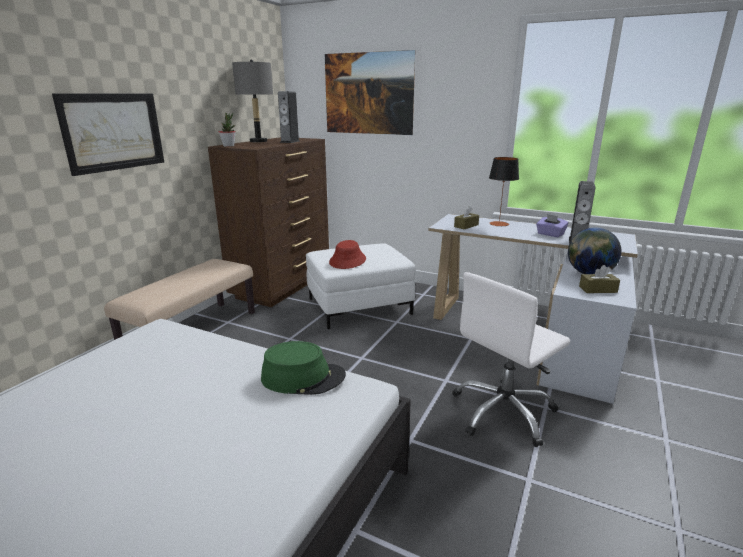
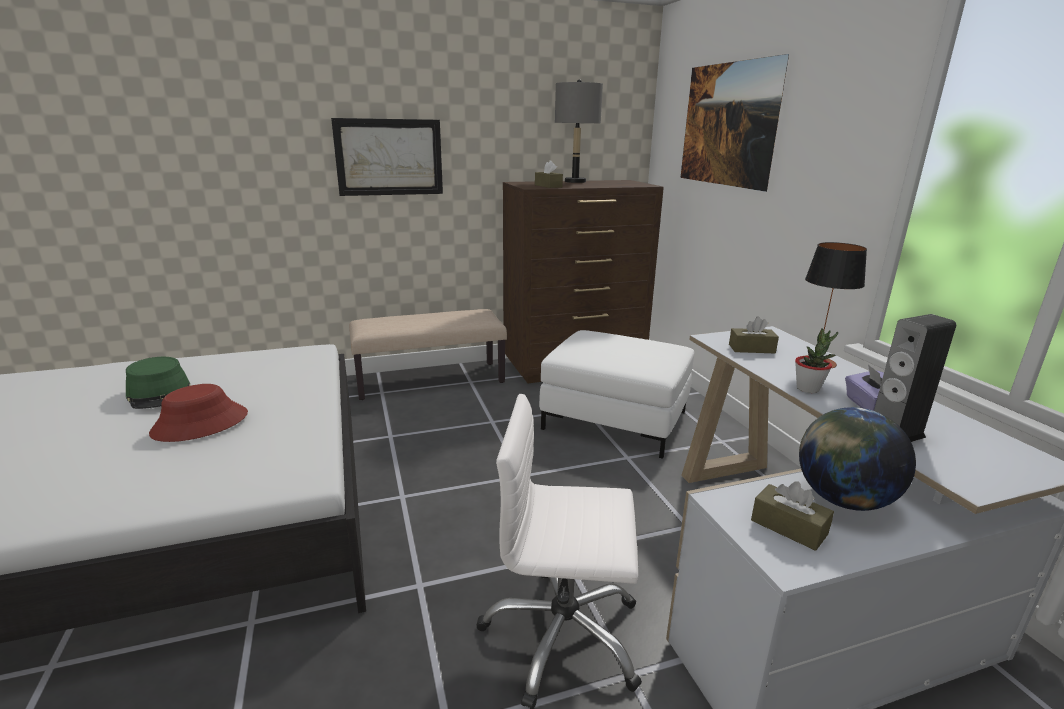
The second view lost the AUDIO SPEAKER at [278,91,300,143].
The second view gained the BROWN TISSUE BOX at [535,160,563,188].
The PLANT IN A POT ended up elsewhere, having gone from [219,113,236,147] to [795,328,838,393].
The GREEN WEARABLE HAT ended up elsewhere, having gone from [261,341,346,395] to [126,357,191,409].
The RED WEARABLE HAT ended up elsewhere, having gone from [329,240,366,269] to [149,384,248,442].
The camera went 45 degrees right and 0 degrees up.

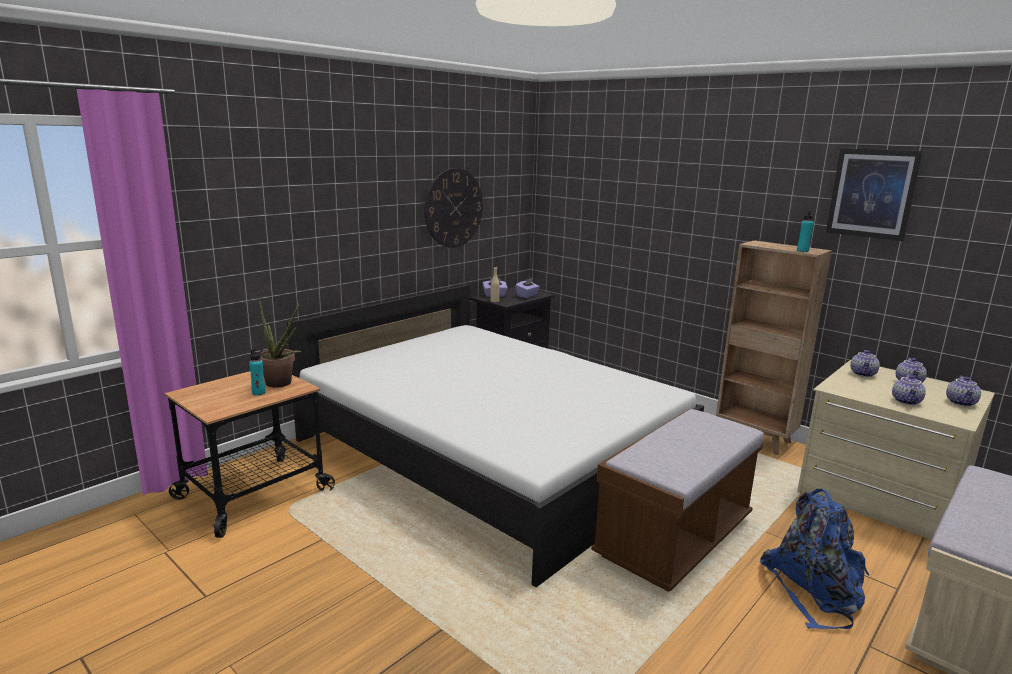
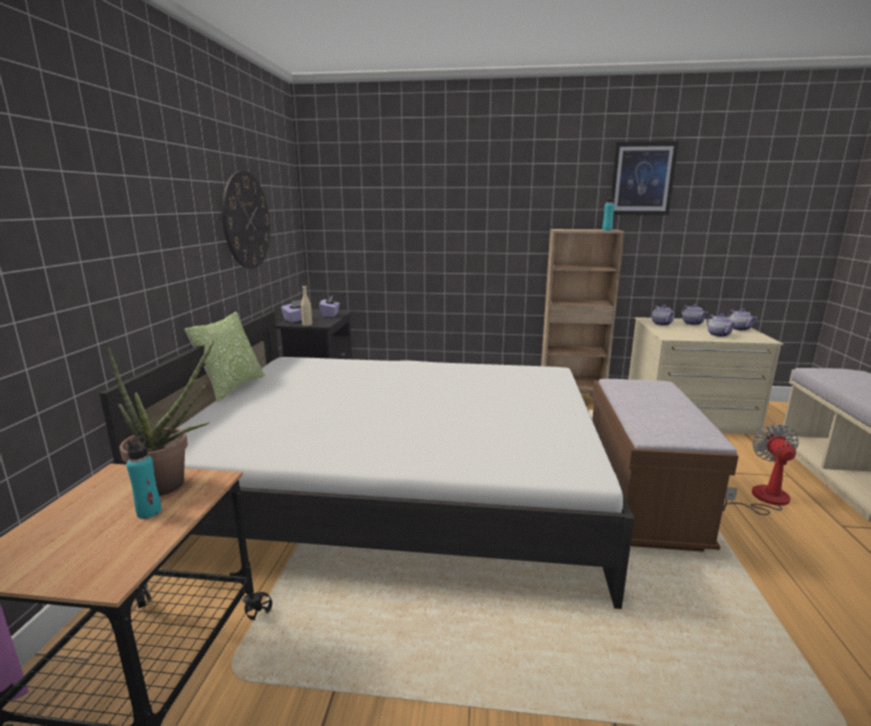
The second view gained the THROW PILLOW at [185,312,265,402].
Where the BLUISH BACKPACK stood at [760,489,870,629], the COOLING FAN came to stand at [723,424,799,515].
The camera went 35 degrees left and 0 degrees up.

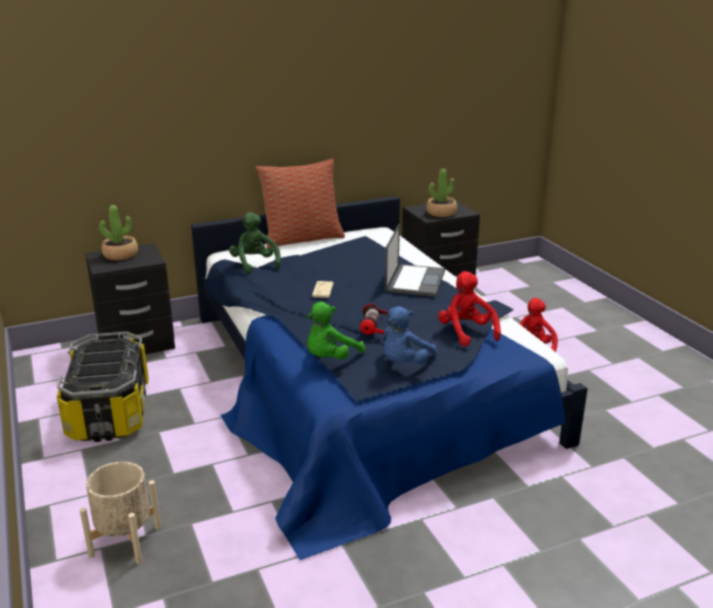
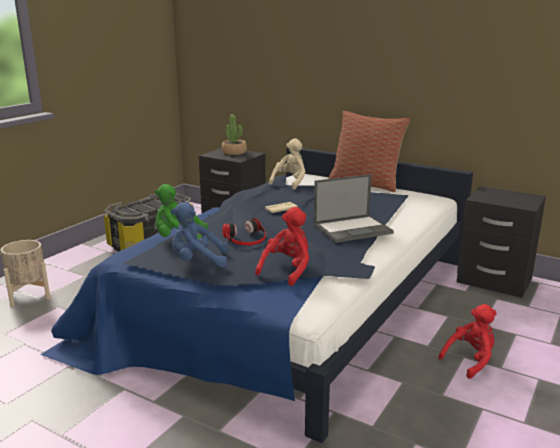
The second view lost the PLANT IN A POT at [426,169,457,217].
What was the GREEN CUDDLY TOY at [229,212,281,274] turned into the BEIGE-COLOURED CUDDLY TOY at [269,138,305,190].
The camera went 55 degrees right and 5 degrees down.

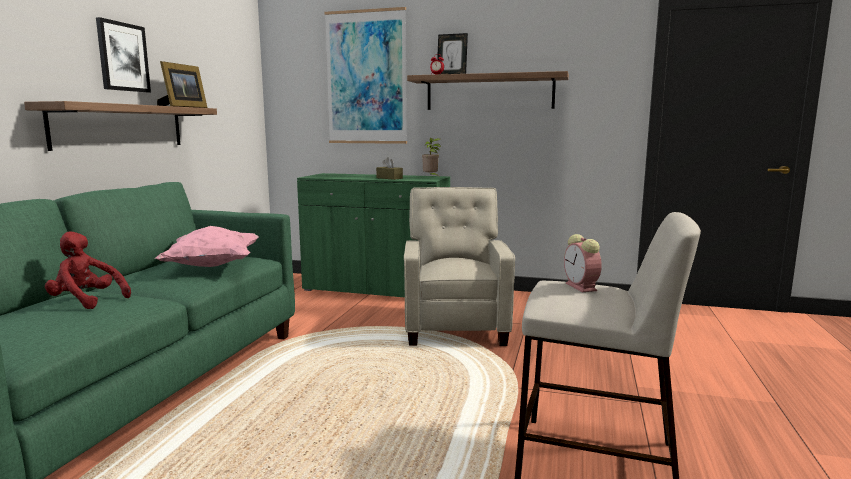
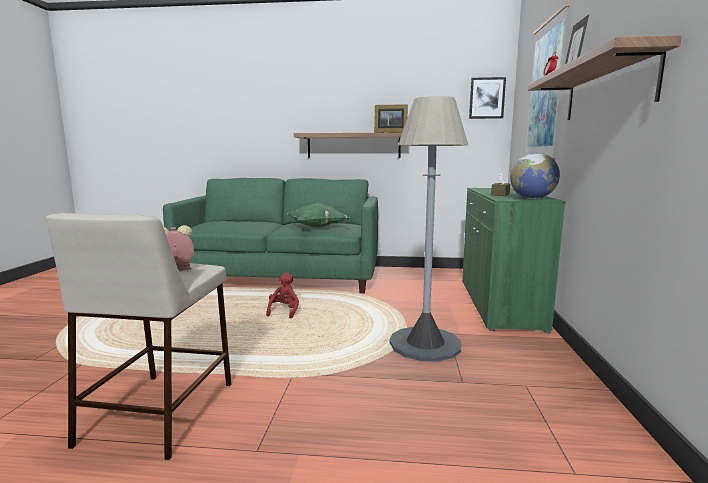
The RED CUDDLY TOY ended up elsewhere, having gone from [45,231,131,309] to [266,272,299,318].
The WALL PICTURE ended up elsewhere, having gone from [96,17,151,92] to [469,77,506,119].
Where the BEIGE-COLOURED ARMCHAIR stood at [404,187,515,346], the GREY STANDARD LAMP came to stand at [389,96,468,362].
Where the PLANT IN A POT stood at [422,138,441,178], the WORLD GLOBE came to stand at [510,153,560,199].
What was the PINK-COLOURED THROW PILLOW at [155,226,259,267] turned into the GREEN THROW PILLOW at [287,203,350,227].
The camera went 80 degrees right and 0 degrees up.

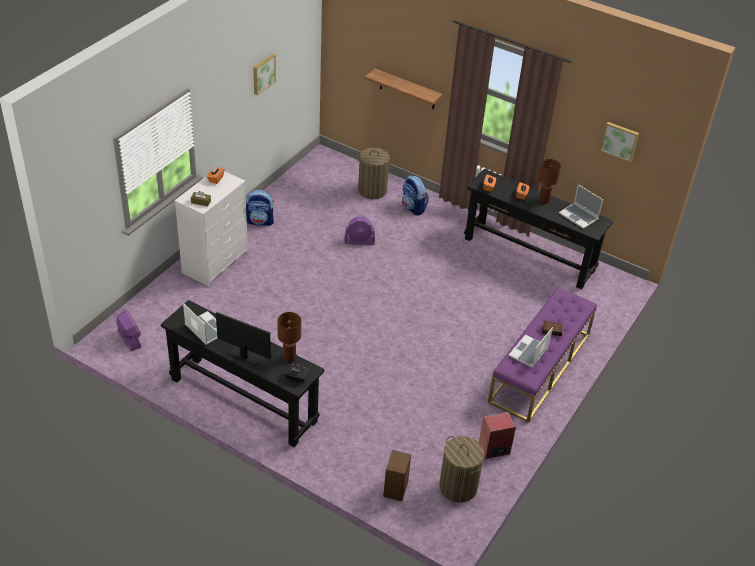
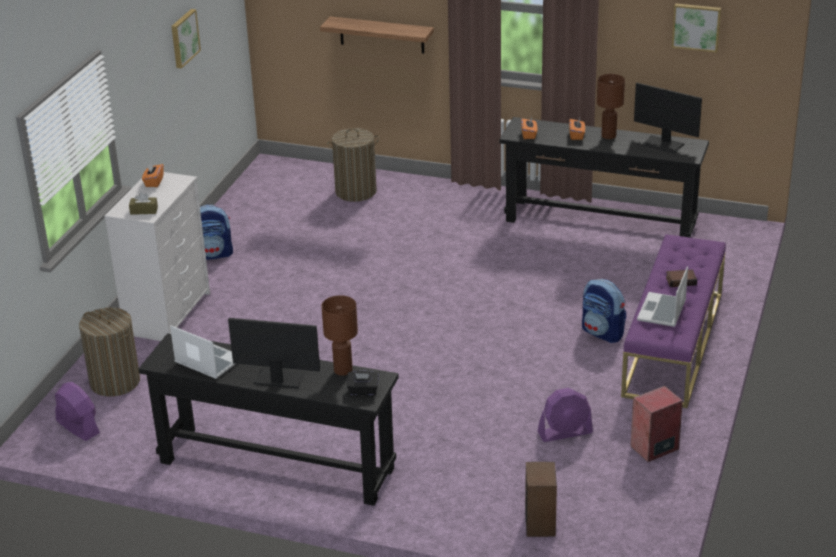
The PURPLE-COLOURED COOLING FAN ended up elsewhere, having gone from [344,216,375,245] to [538,388,593,442].
The BACKPACK ended up elsewhere, having gone from [402,175,429,216] to [582,279,626,343].
The WASHING BASKET ended up elsewhere, having gone from [439,436,484,502] to [79,307,140,397].
Where the NOTEBOOK COMPUTER stood at [559,184,603,229], the MONITOR came to stand at [634,83,702,154].
The camera went 10 degrees left and 10 degrees down.

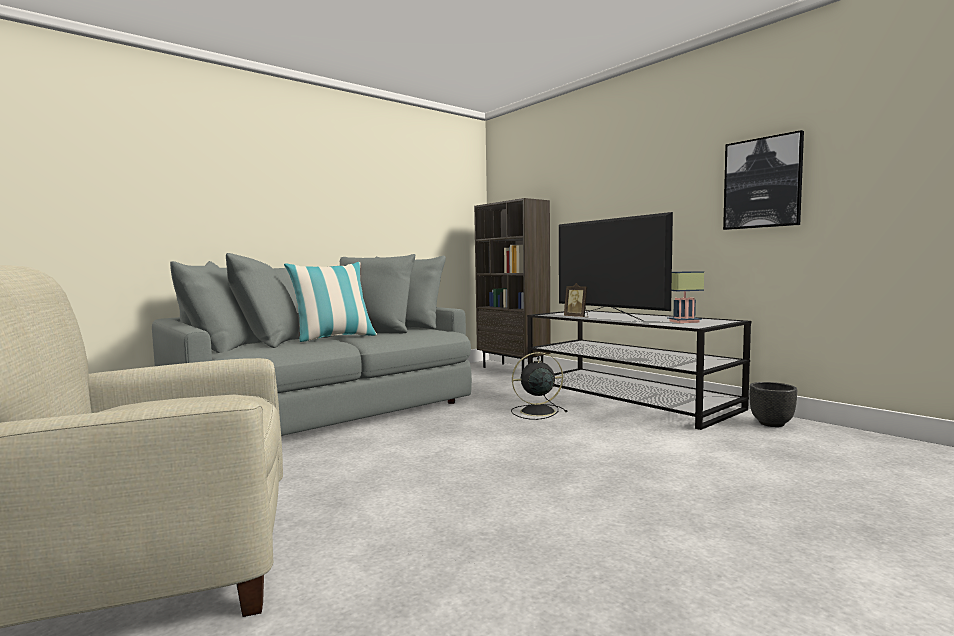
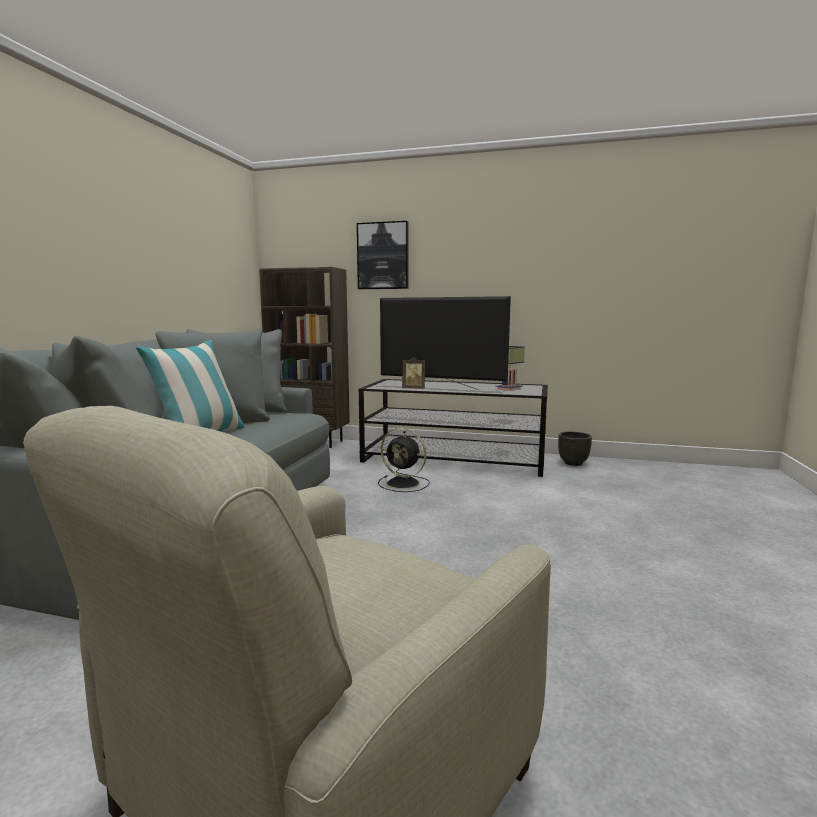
The WALL PICTURE ended up elsewhere, having gone from [723,130,804,230] to [357,221,408,289].
The BLACKISH COOLING FAN at [511,352,568,420] ended up facing another way, 105 degrees counterclockwise from before.
The camera went 35 degrees left and 5 degrees up.

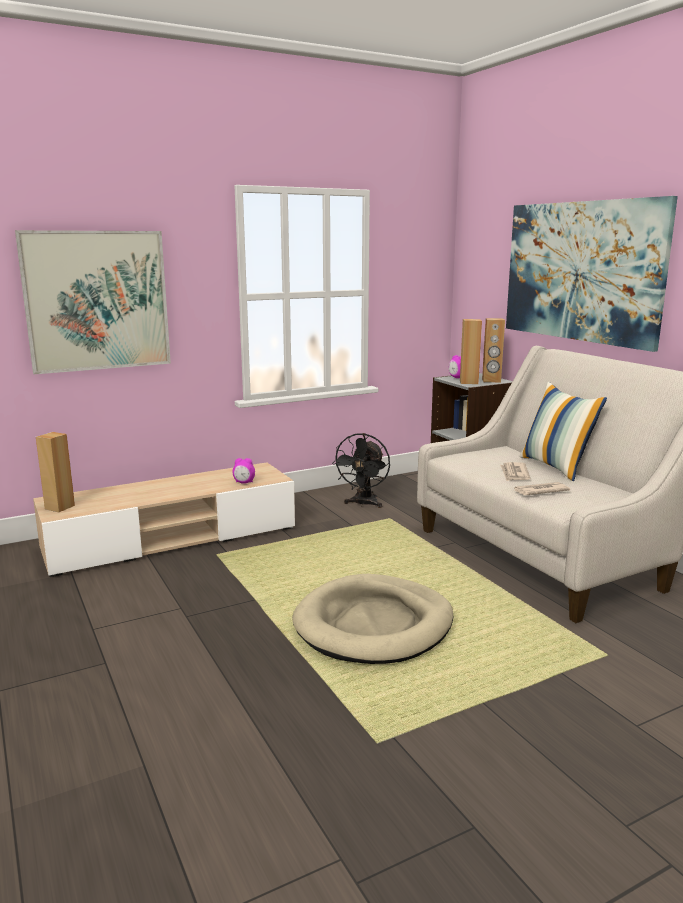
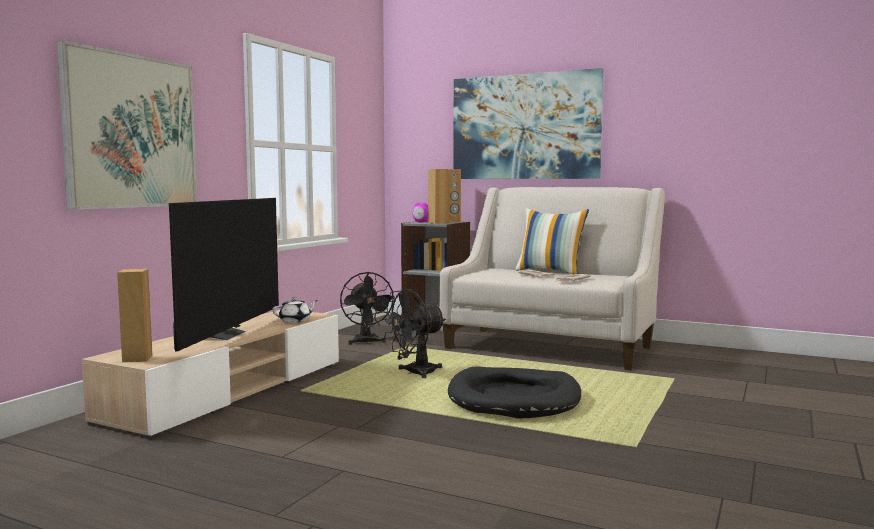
The second view gained the TV SET at [169,198,279,352].
The second view gained the BLACKISH COOLING FAN at [380,289,446,378].
Where the TABLE CLOCK stood at [233,458,255,484], the WHITE POT FOR TEA came to stand at [272,297,318,323].
What was the BEIGE-COLOURED PET BED at [292,574,453,664] turned into the BLACKISH PET BED at [448,366,581,418].
The camera went 35 degrees left and 10 degrees down.

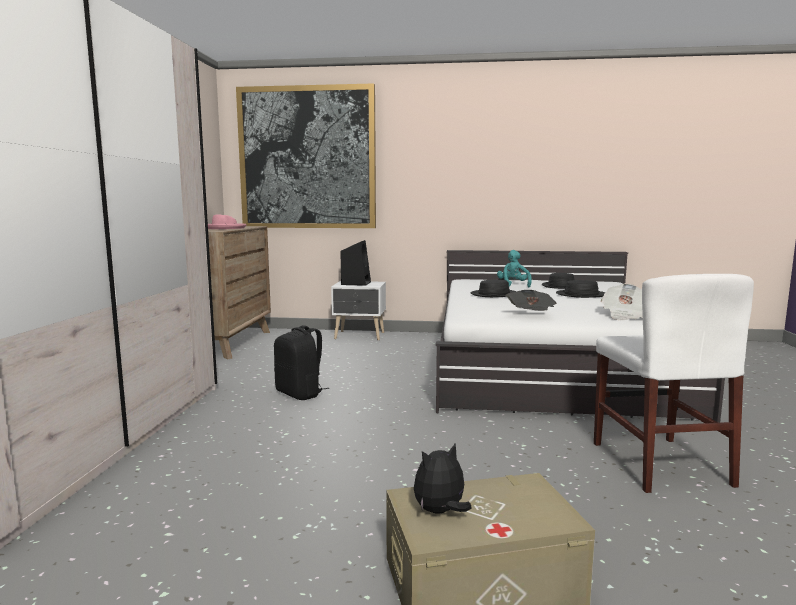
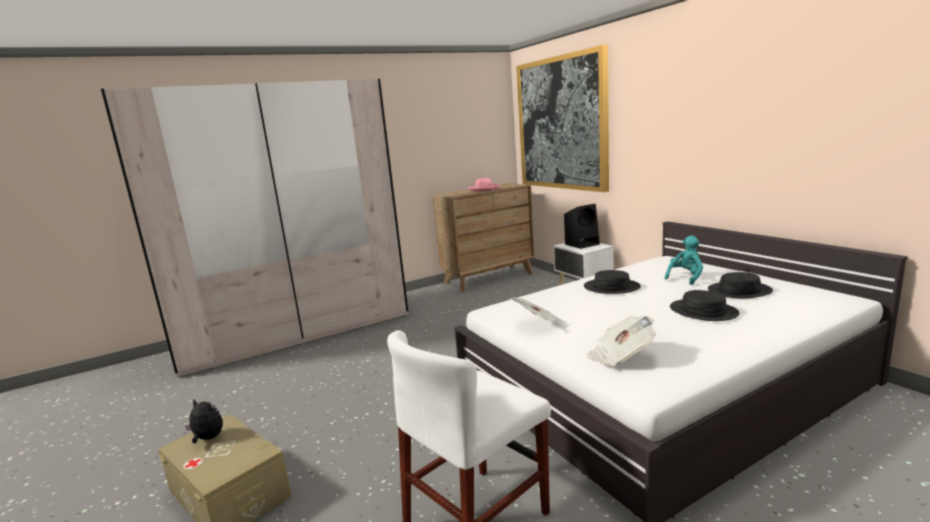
The second view lost the BLACKISH BACKPACK at [274,325,329,400].
The camera went 55 degrees right and 5 degrees up.

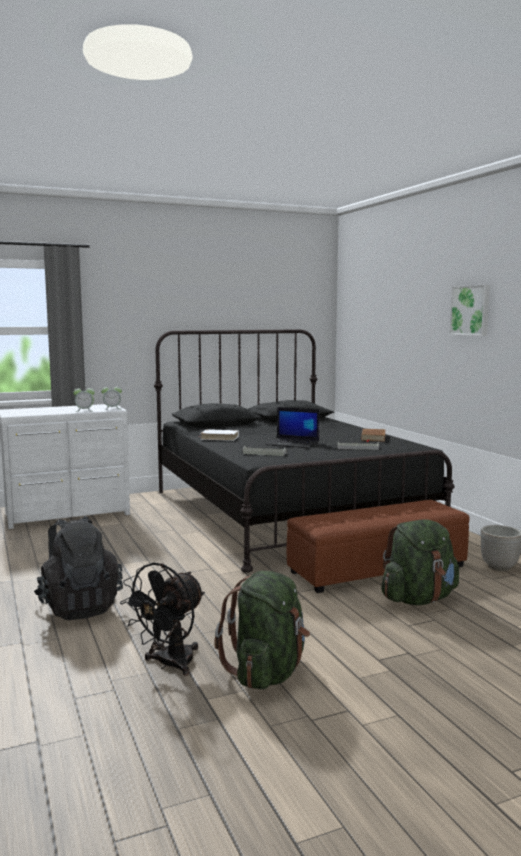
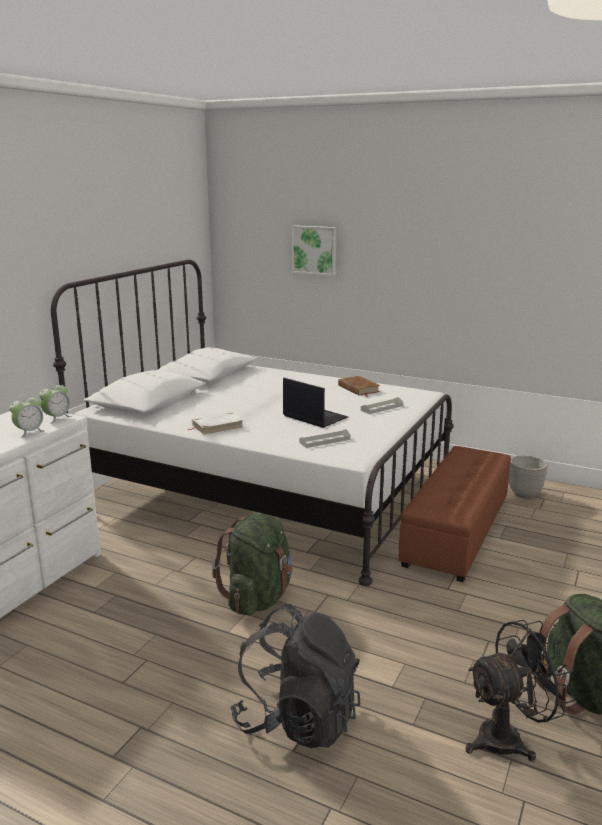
The GREEN BACKPACK ended up elsewhere, having gone from [381,520,459,605] to [212,513,293,615].
The WALL PICTURE ended up elsewhere, having gone from [449,285,490,336] to [292,225,336,276].
What was the BLACKISH BEDROOM BED at [154,329,455,573] turned into the WHITE BEDROOM BED at [51,259,454,586].
The BLACKISH COOLING FAN at [120,563,205,676] ended up facing another way, 105 degrees counterclockwise from before.
The NOTEBOOK COMPUTER at [266,407,320,448] ended up facing another way, 120 degrees counterclockwise from before.
The camera went 40 degrees left and 10 degrees up.

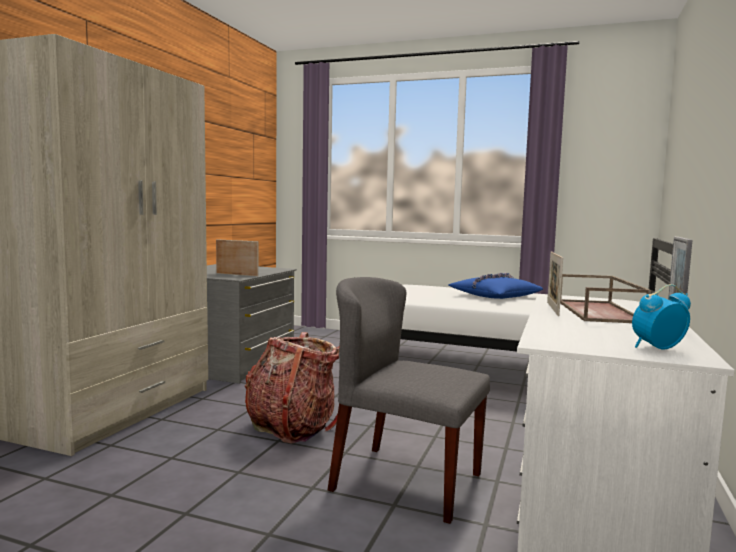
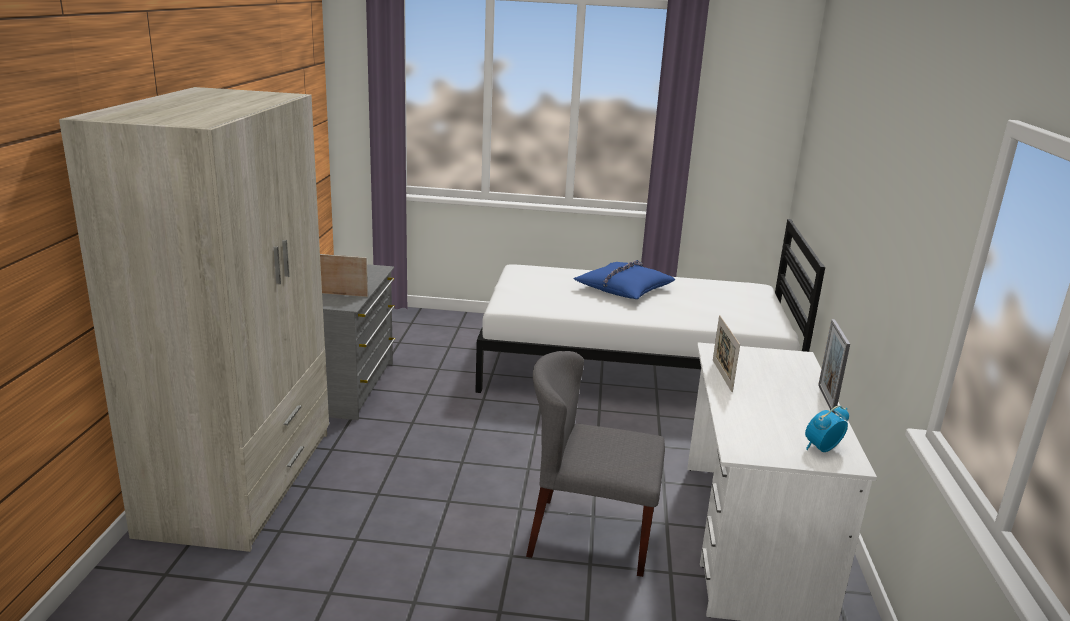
The second view lost the BACKPACK at [245,332,339,444].
The second view lost the BROWN TRAY at [560,274,651,323].
The camera went 15 degrees left and 15 degrees up.

